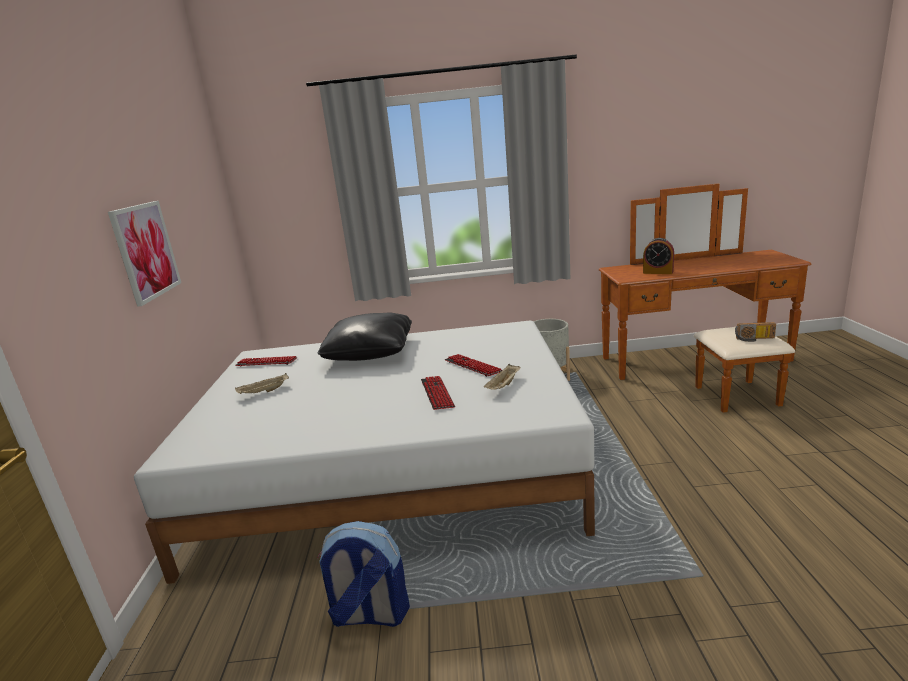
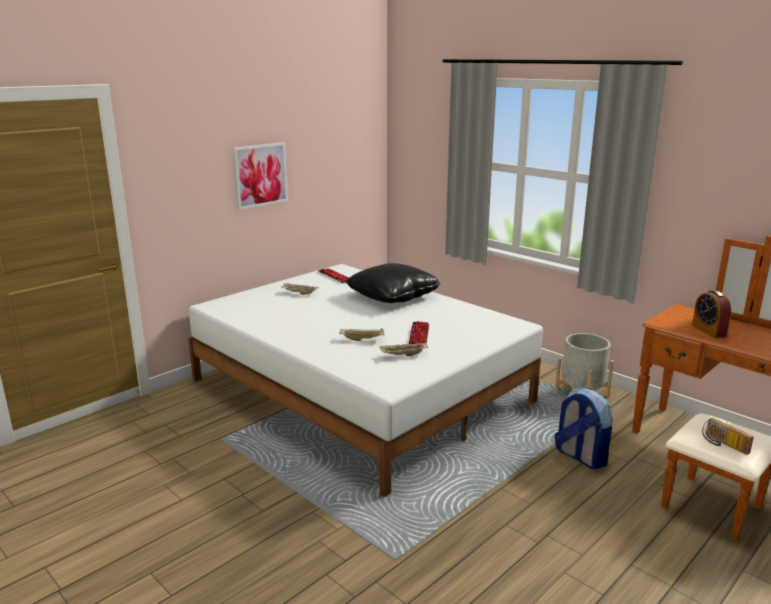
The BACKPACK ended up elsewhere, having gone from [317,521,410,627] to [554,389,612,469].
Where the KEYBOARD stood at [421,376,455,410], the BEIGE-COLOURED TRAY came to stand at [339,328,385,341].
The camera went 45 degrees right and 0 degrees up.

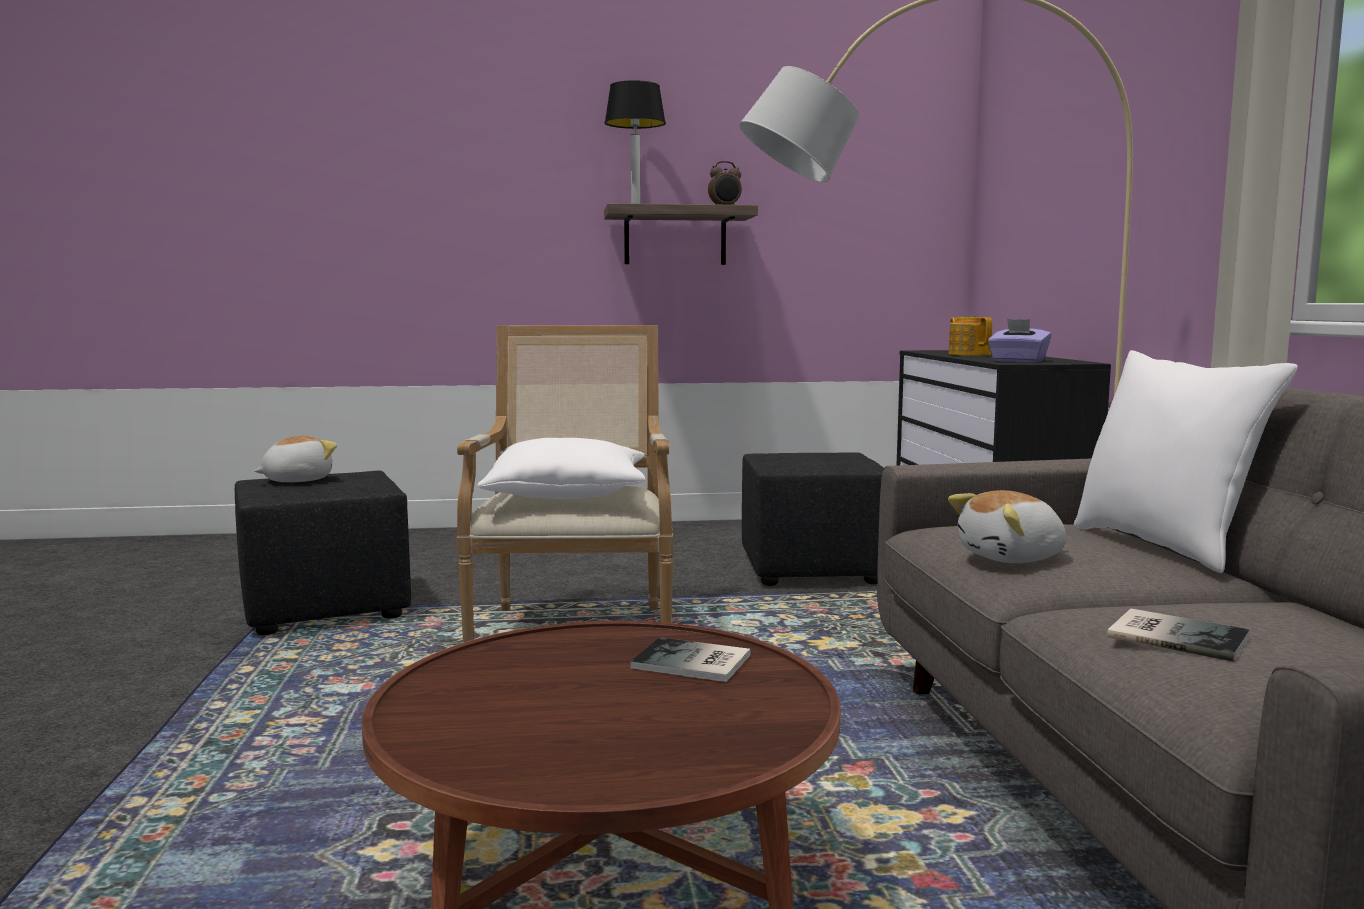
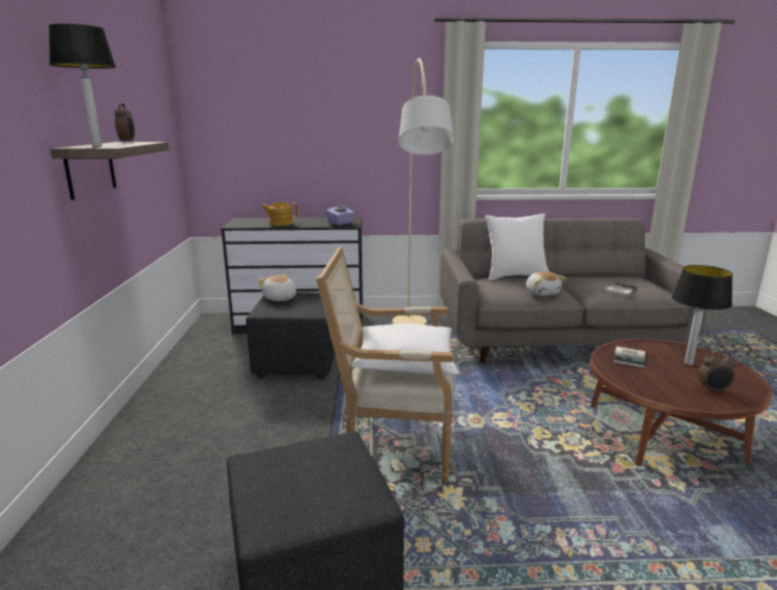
The second view gained the TABLE LAMP at [672,265,733,365].
The second view gained the TABLE CLOCK at [698,351,737,393].
The CUDDLY TOY ended up elsewhere, having gone from [254,436,337,482] to [258,274,296,301].
The camera went 85 degrees left and 10 degrees up.

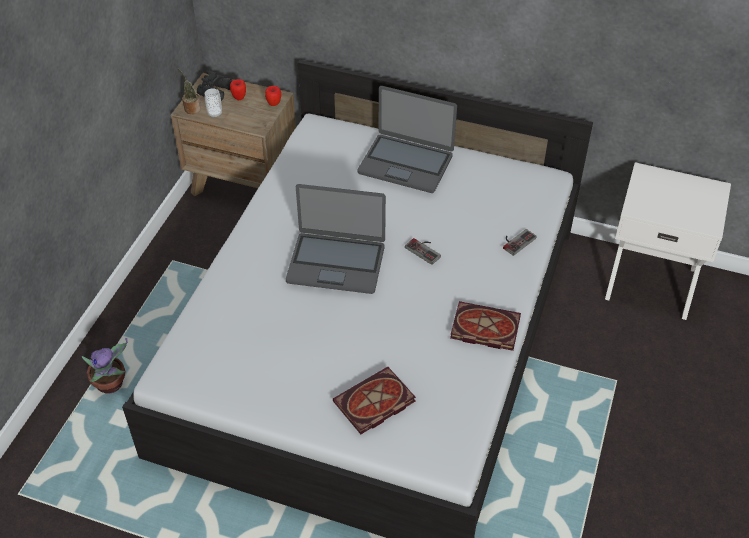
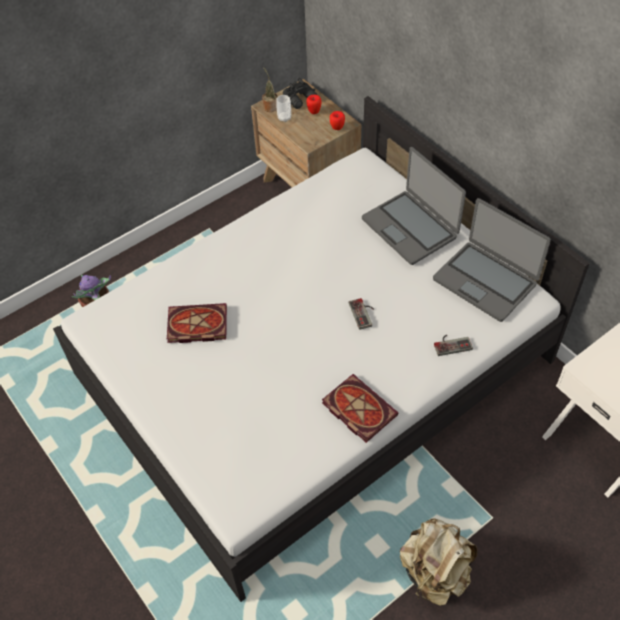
The second view gained the BEIGE-COLOURED BACKPACK at [400,518,477,606].
The NOTEBOOK COMPUTER ended up elsewhere, having gone from [286,184,386,294] to [433,198,551,322].
The BOOK ended up elsewhere, having gone from [333,367,416,434] to [167,303,227,343].
The camera went 35 degrees right and 5 degrees up.

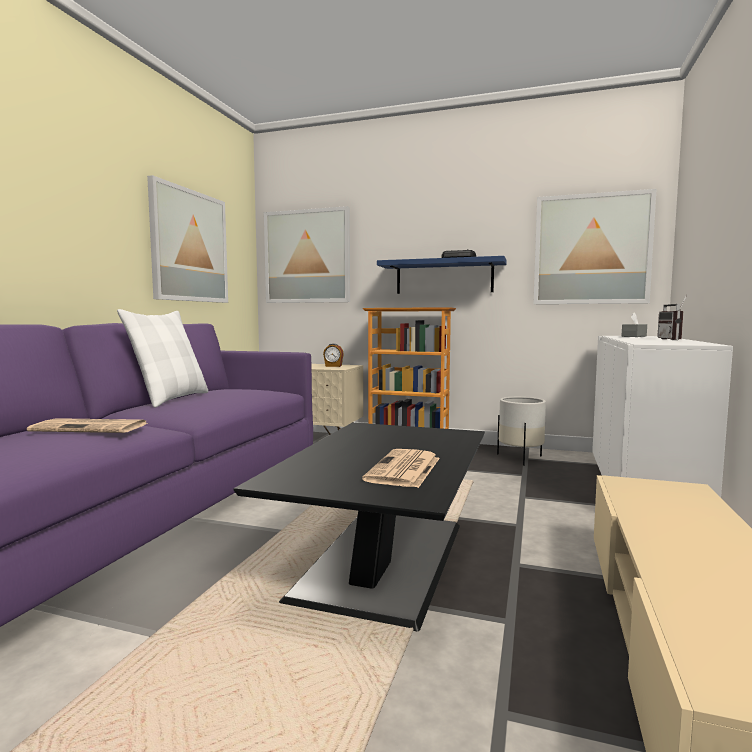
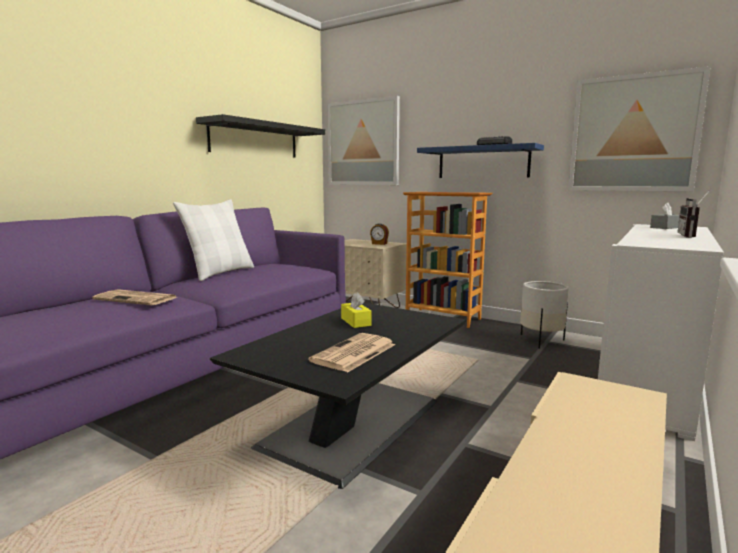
The second view gained the YELLOW TISSUE BOX at [341,292,372,328].
Where the WALL PICTURE hung at [147,175,228,303], the BLACKISH BRACKET SHELF came to hang at [196,114,325,157].
The camera went 15 degrees right and 5 degrees up.

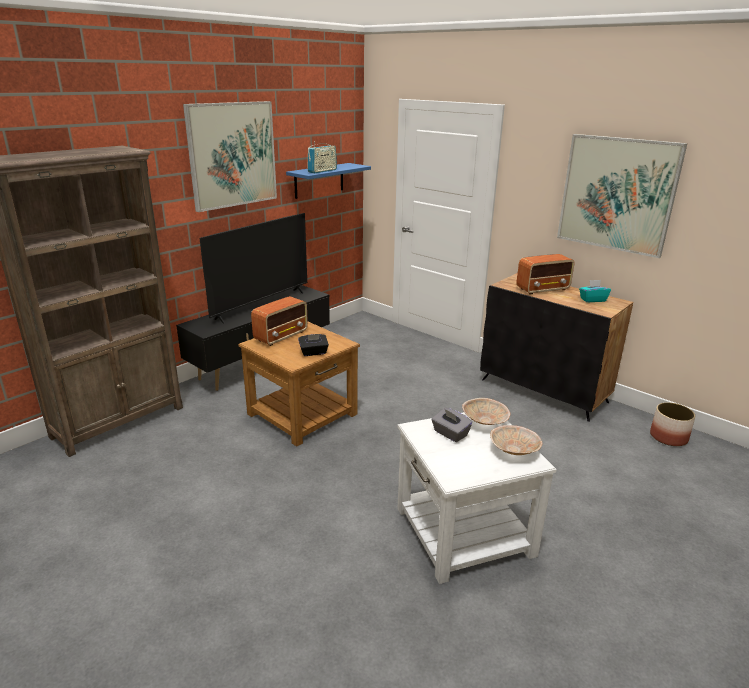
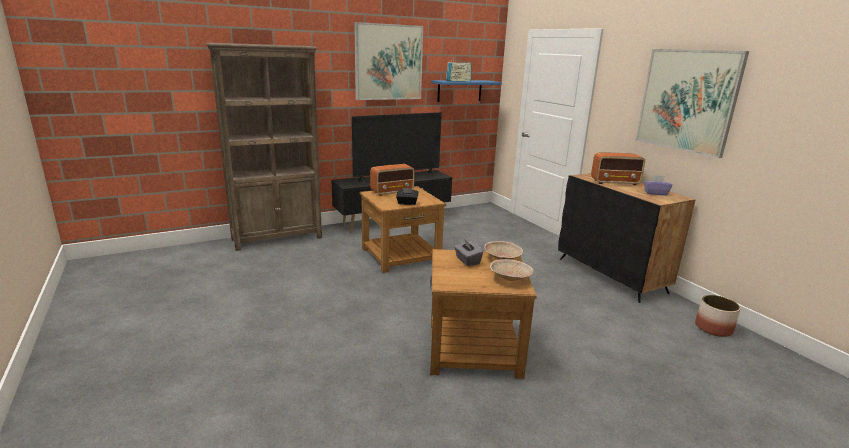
What was the WHITE ACCENT TABLE at [397,412,557,584] turned into the BROWN ACCENT TABLE at [430,249,537,379].
What was the TURQUOISE TISSUE BOX at [579,280,611,302] turned into the PURPLE-COLOURED TISSUE BOX at [644,175,672,196].
The camera went 20 degrees right and 5 degrees down.

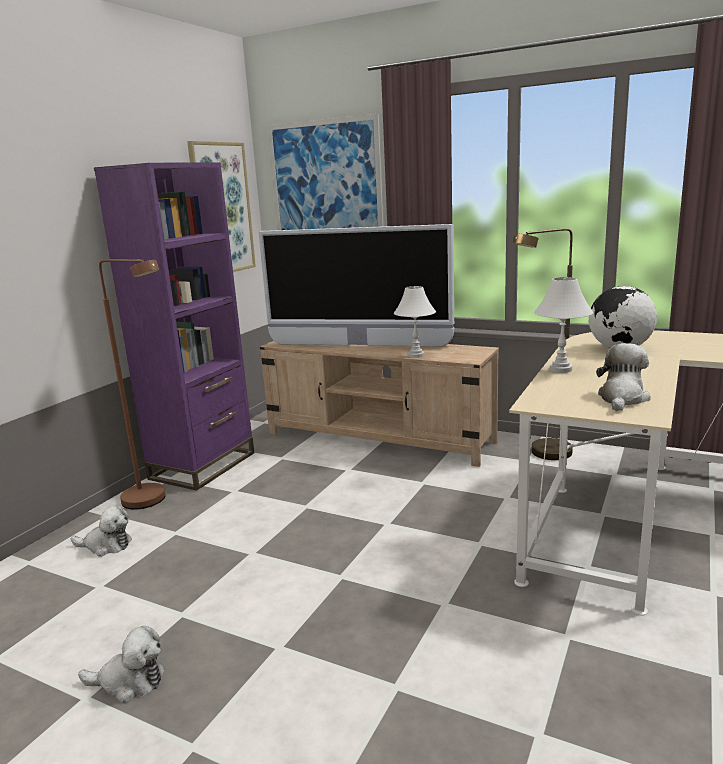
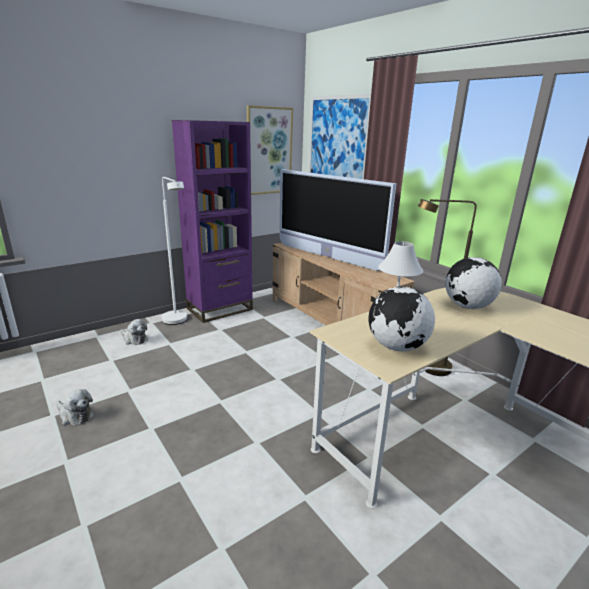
The second view lost the WHITE TABLE LAMP at [394,286,436,358].
Where the CUDDLY TOY stood at [596,343,651,411], the WORLD GLOBE came to stand at [369,286,435,351].
What was the BROWN STANDARD LAMP at [99,259,166,510] turned into the WHITE STANDARD LAMP at [161,177,187,325].
The camera went 25 degrees right and 5 degrees up.

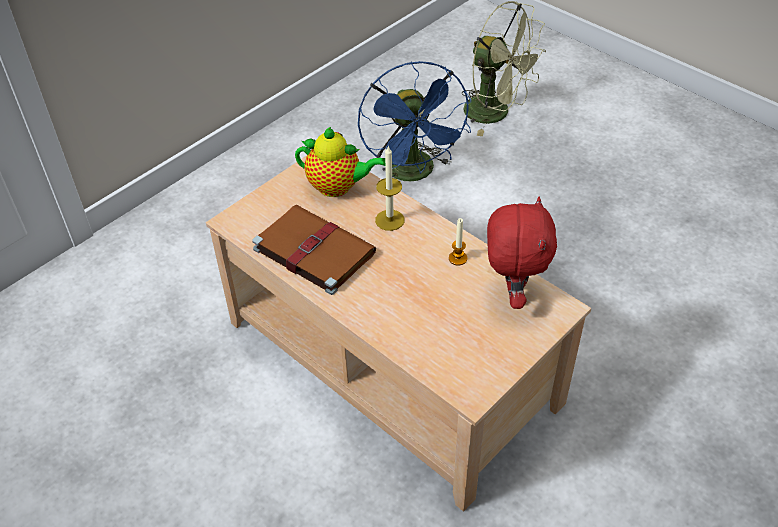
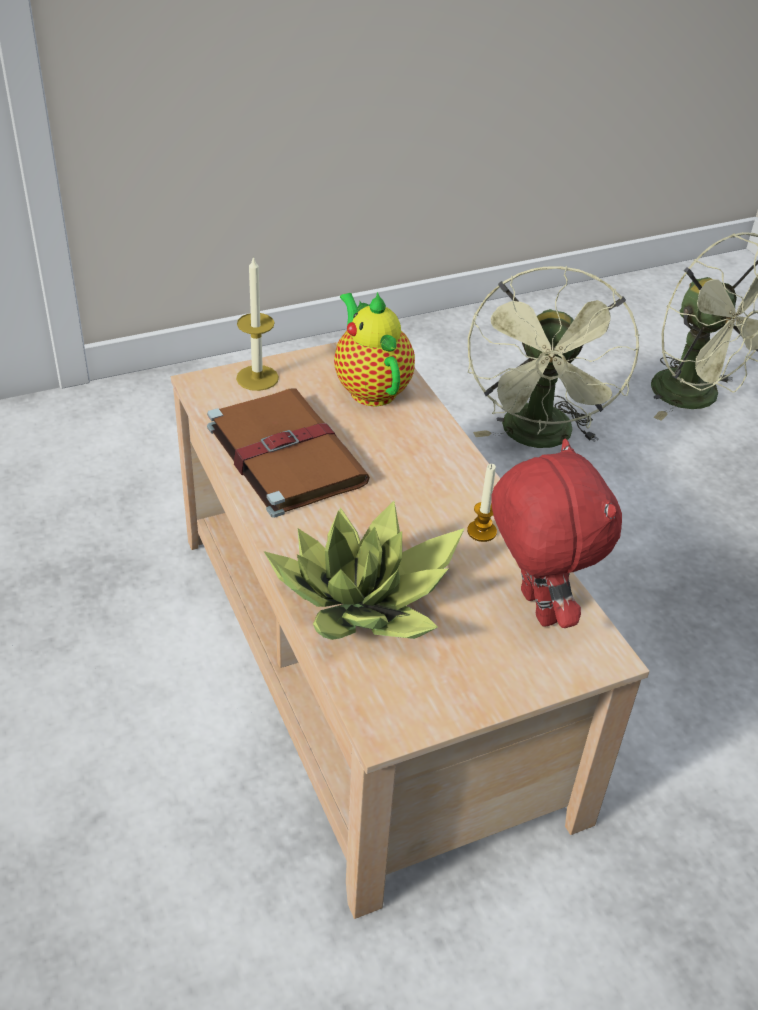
The second view gained the PLANT IN A POT at [264,501,465,640].
The CANDLE ended up elsewhere, having gone from [375,146,405,231] to [236,256,279,391].
What was the BLUISH COOLING FAN at [358,61,472,181] turned into the GREEN COOLING FAN at [468,266,639,448].
The POT FOR TEA at [295,127,385,197] ended up facing another way, 150 degrees counterclockwise from before.
The RED CUDDLY TOY at [487,197,557,309] ended up facing another way, 45 degrees counterclockwise from before.
The camera went 20 degrees right and 5 degrees down.

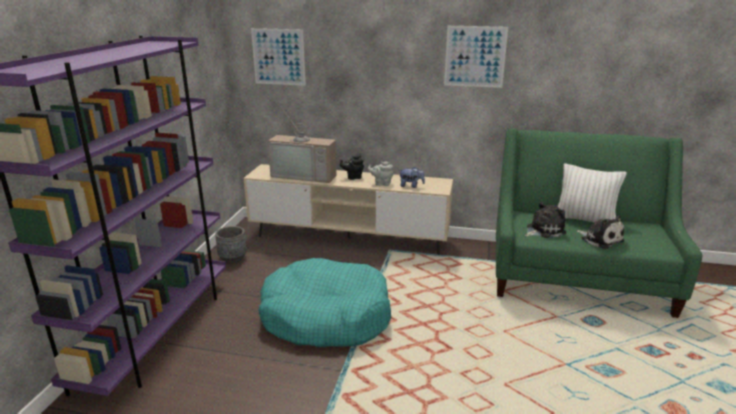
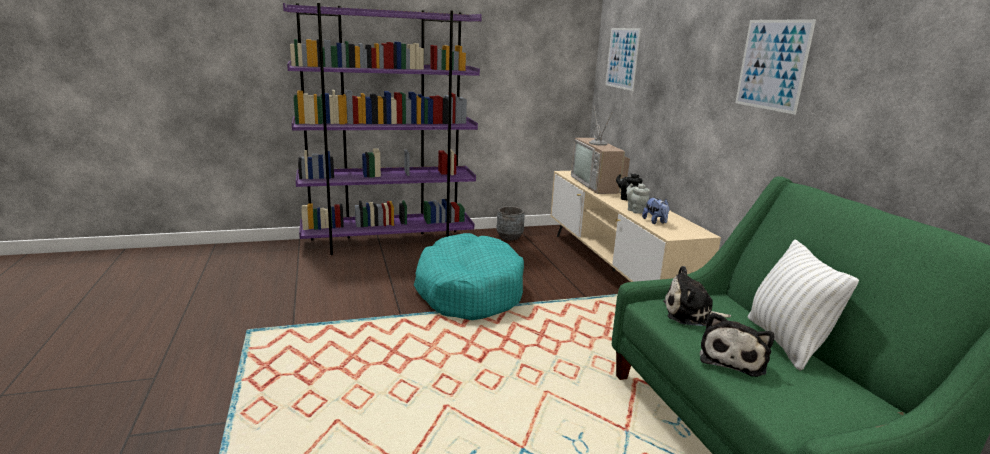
The CUDDLY TOY at [525,202,566,238] ended up facing another way, 150 degrees clockwise from before.
The camera went 60 degrees right and 5 degrees down.

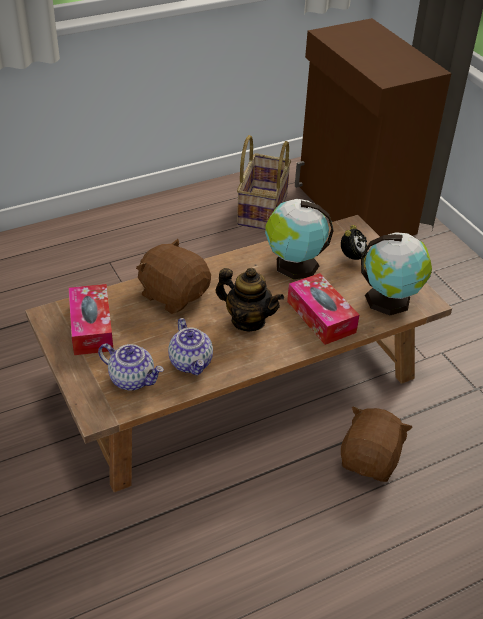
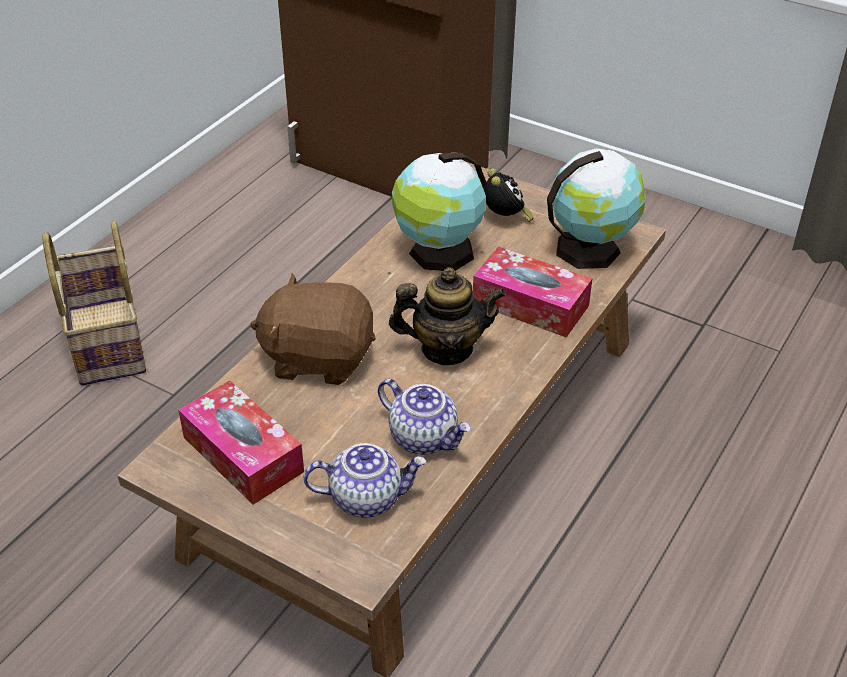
The second view lost the BROWN CUDDLY TOY at [341,406,413,482].
The STORAGE BASKET ended up elsewhere, having gone from [237,135,291,230] to [42,221,146,385].
The camera went 30 degrees left and 0 degrees up.

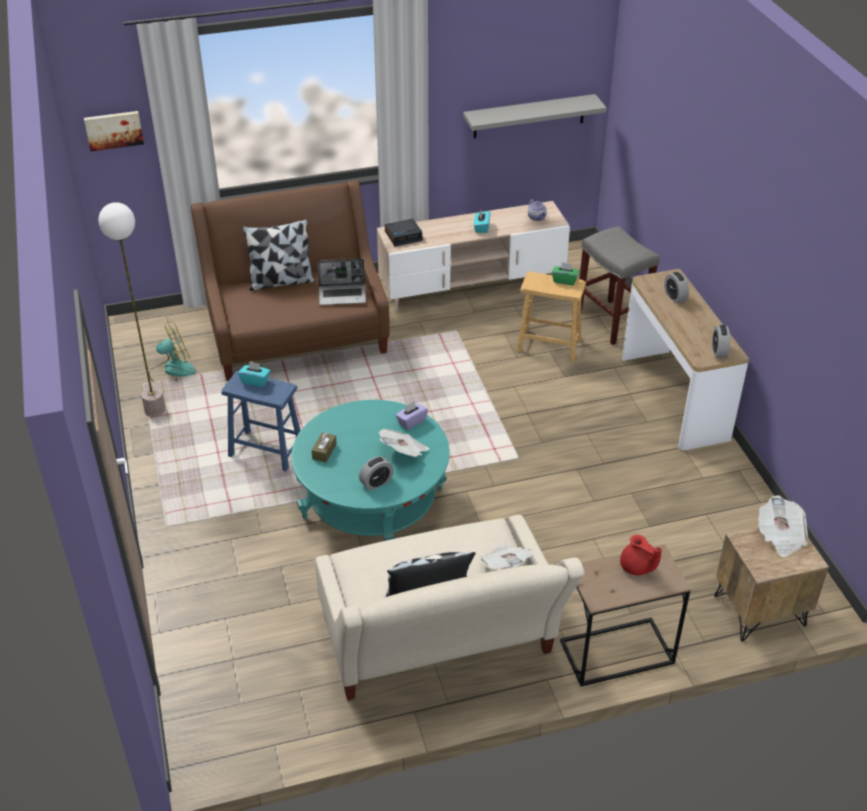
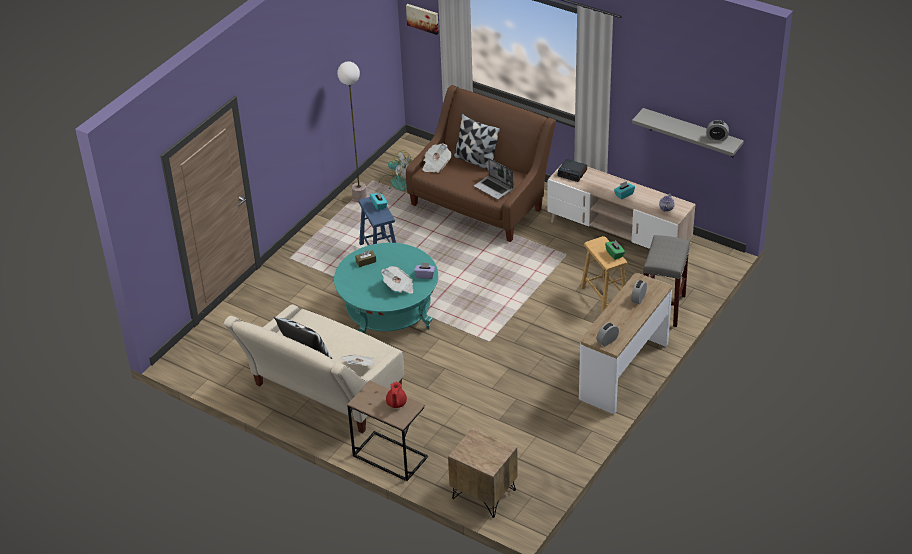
The TABLE CLOCK ended up elsewhere, having gone from [359,456,394,491] to [706,120,729,141].
The DAILY PAPER ended up elsewhere, having gone from [758,495,808,557] to [422,144,451,173].
The camera went 50 degrees right and 0 degrees up.

